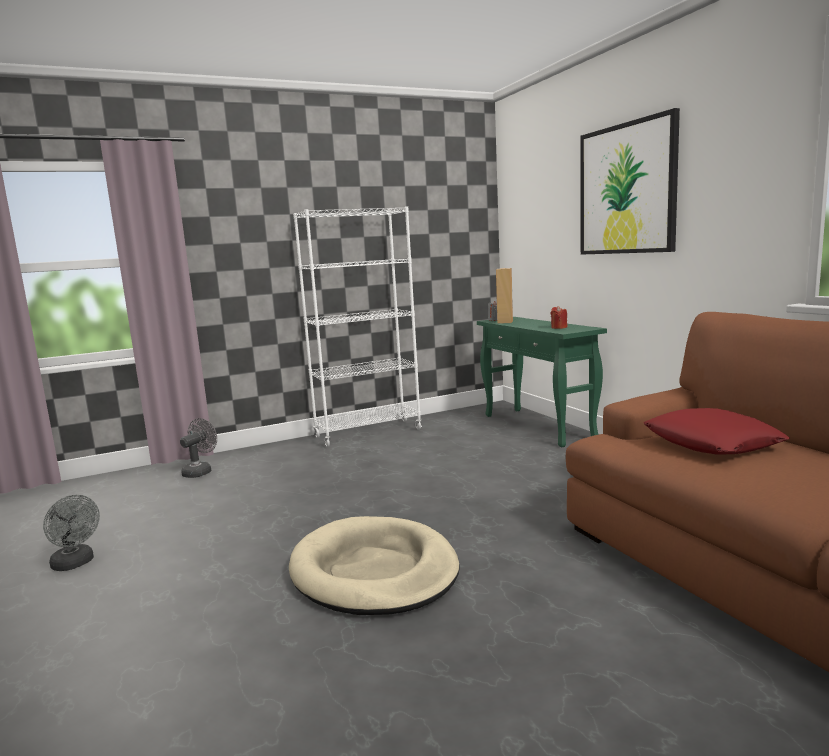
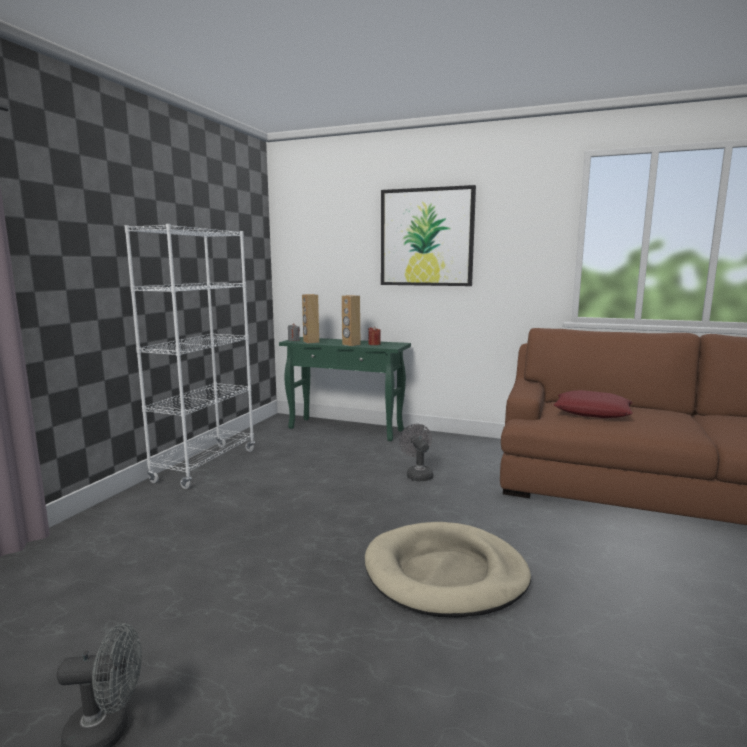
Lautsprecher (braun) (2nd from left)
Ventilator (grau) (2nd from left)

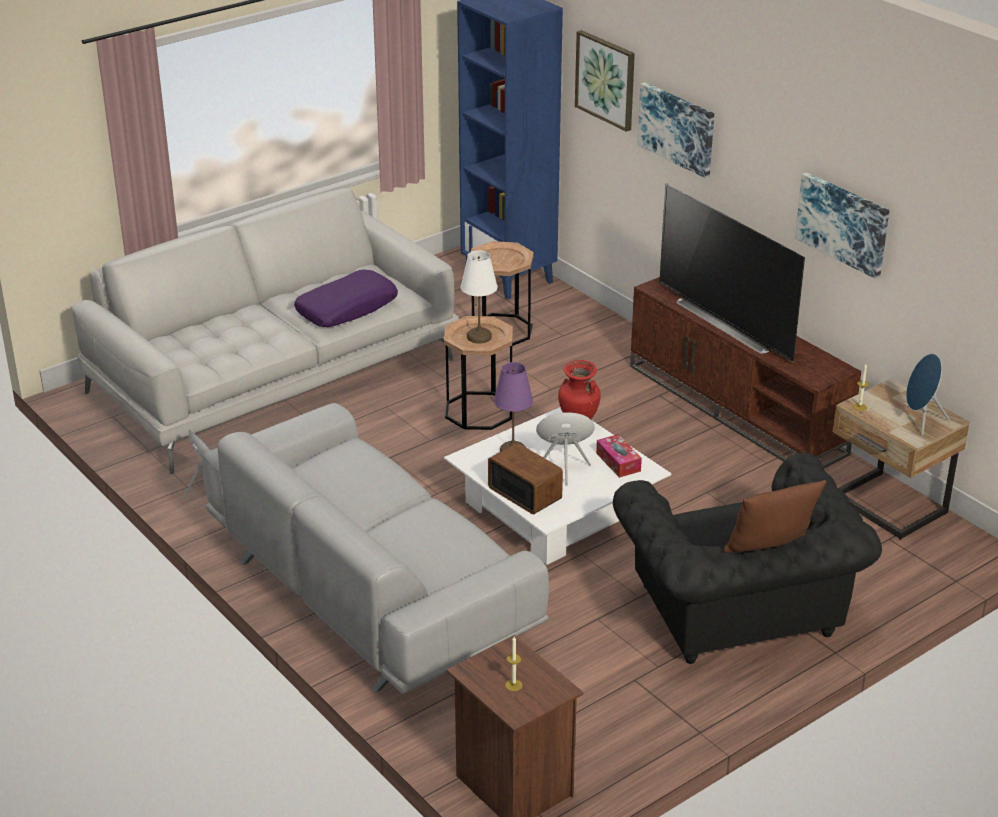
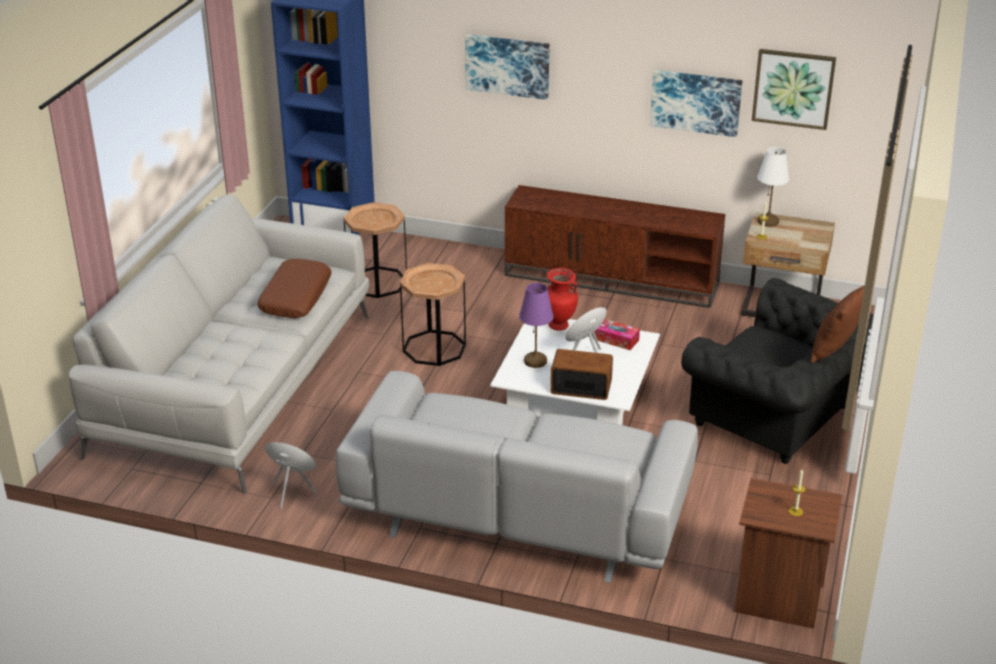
Fernseher
Lautsprecher (blau) (2nd from left in the first image)
Tischlampe (weiß)
Bild (3rd from left)
Kissen (braun) (1st from left)

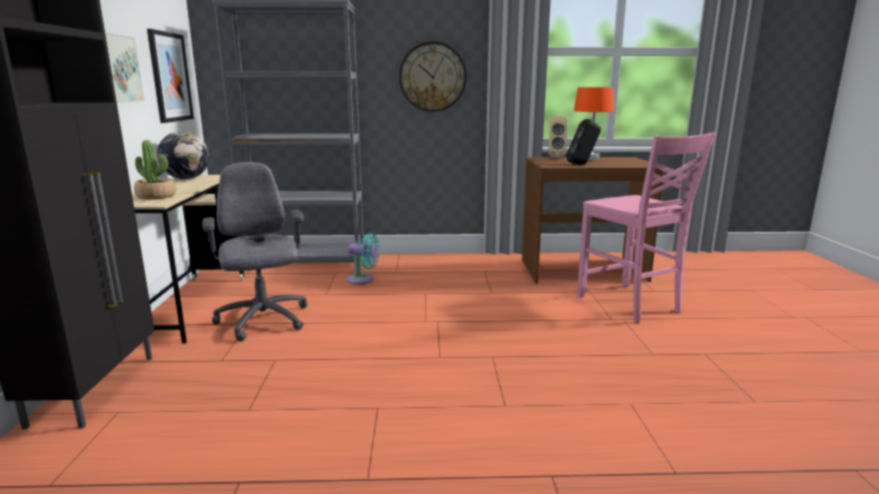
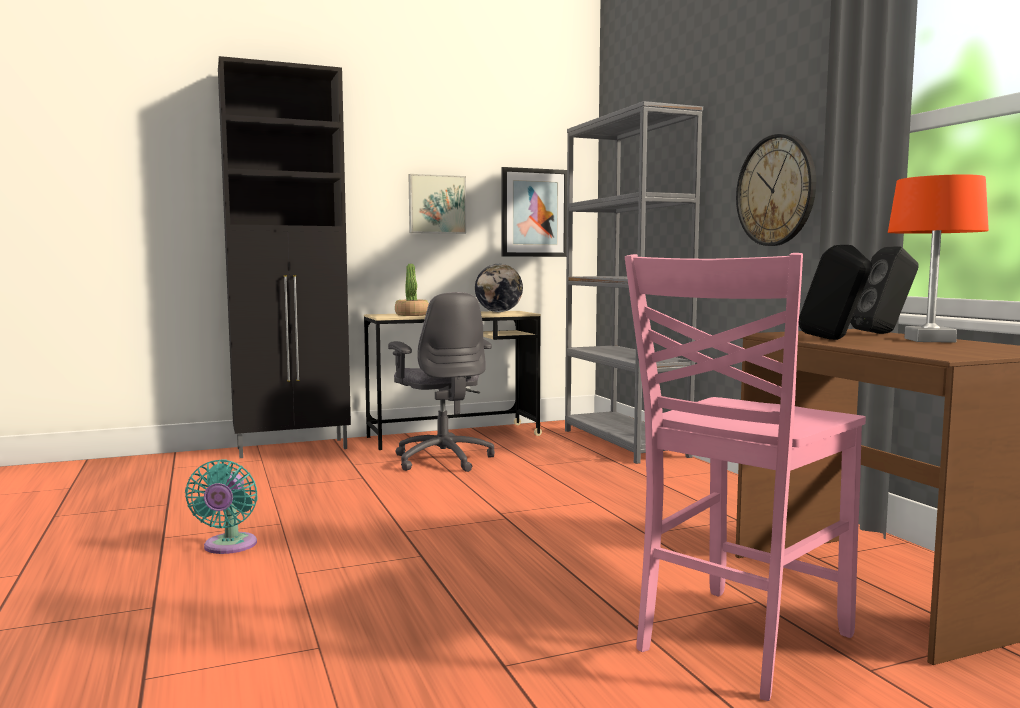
Ventilator (türkis)
Lautsprecher (schwarz) (2nd from left)
Bürostuhl (grau)

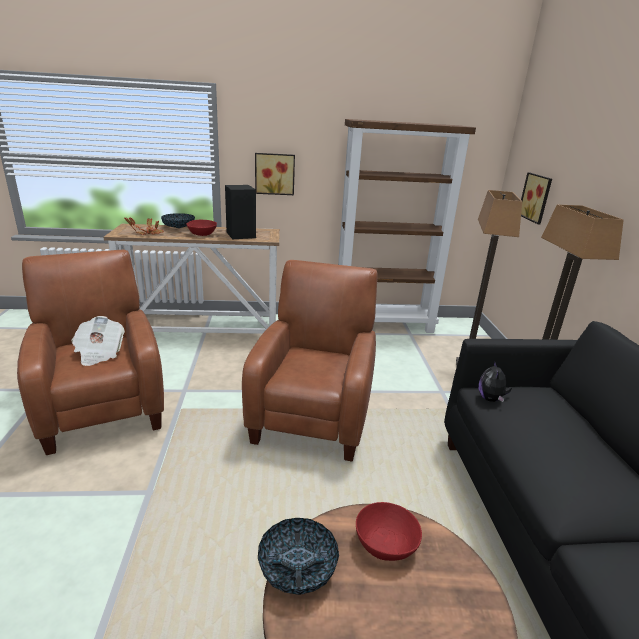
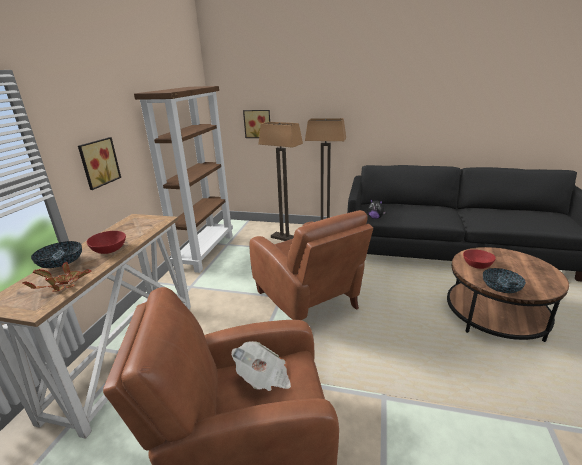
Lautsprecher (schwarz)
Sessel (braun) (2nd from left)

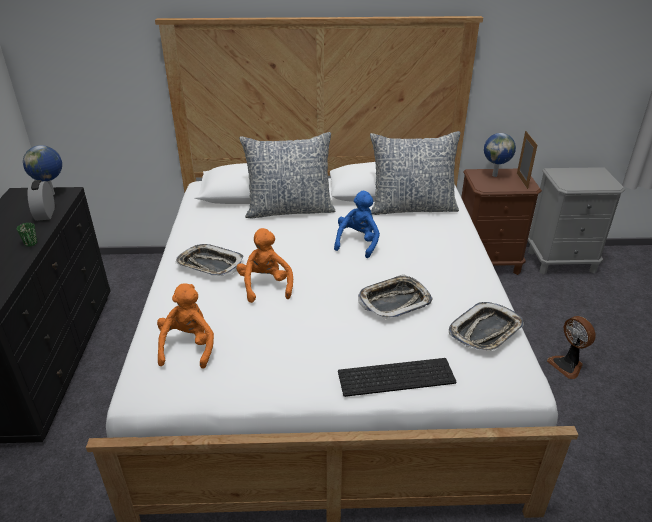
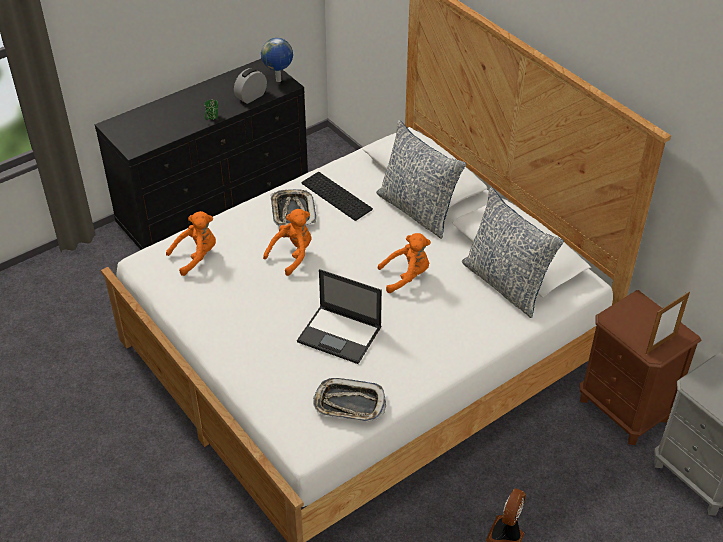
Globus (2nd from left in the first image)
Tastatur
Laptop
Plüschtier (orange) (3rd from left)

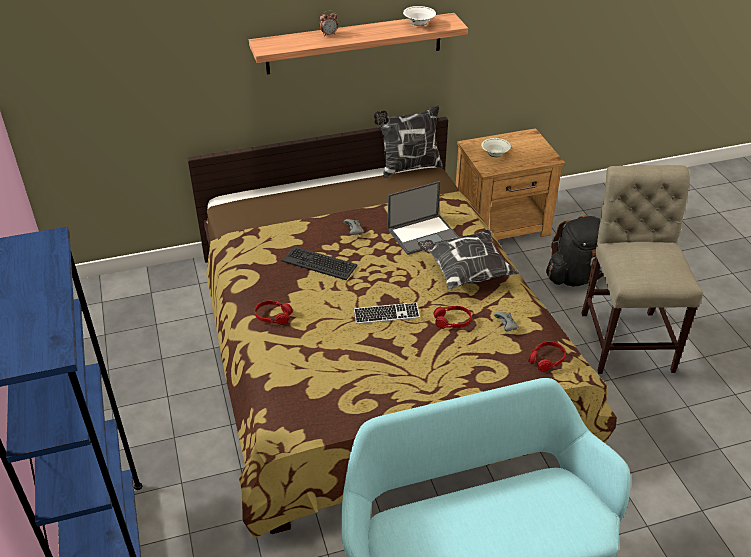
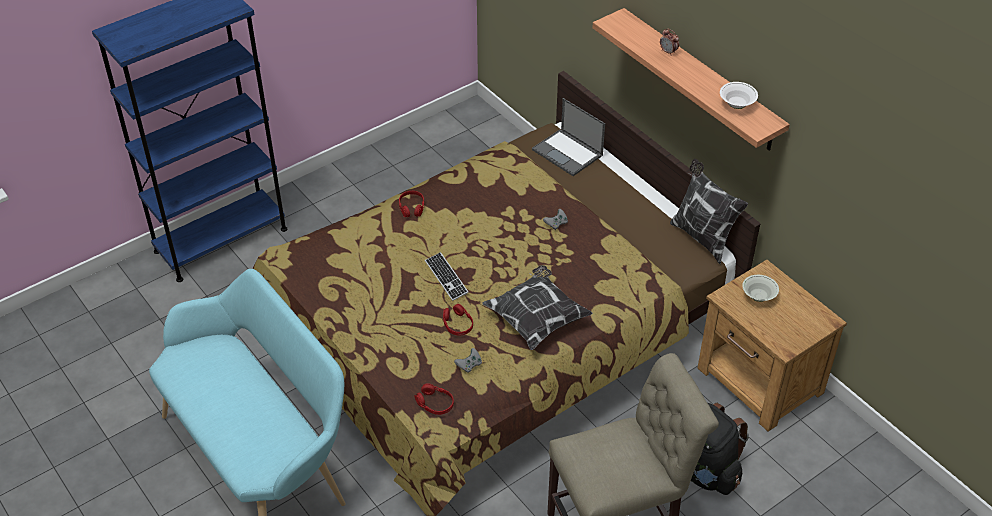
Tastatur (1st from left in the first image)
Laptop

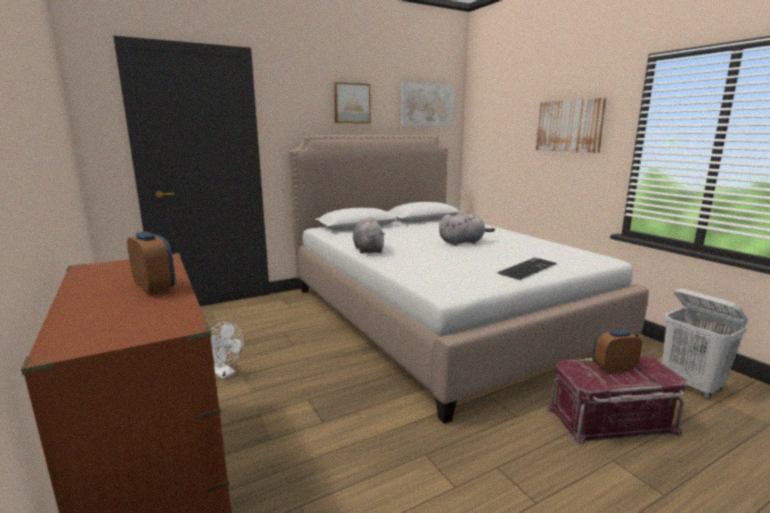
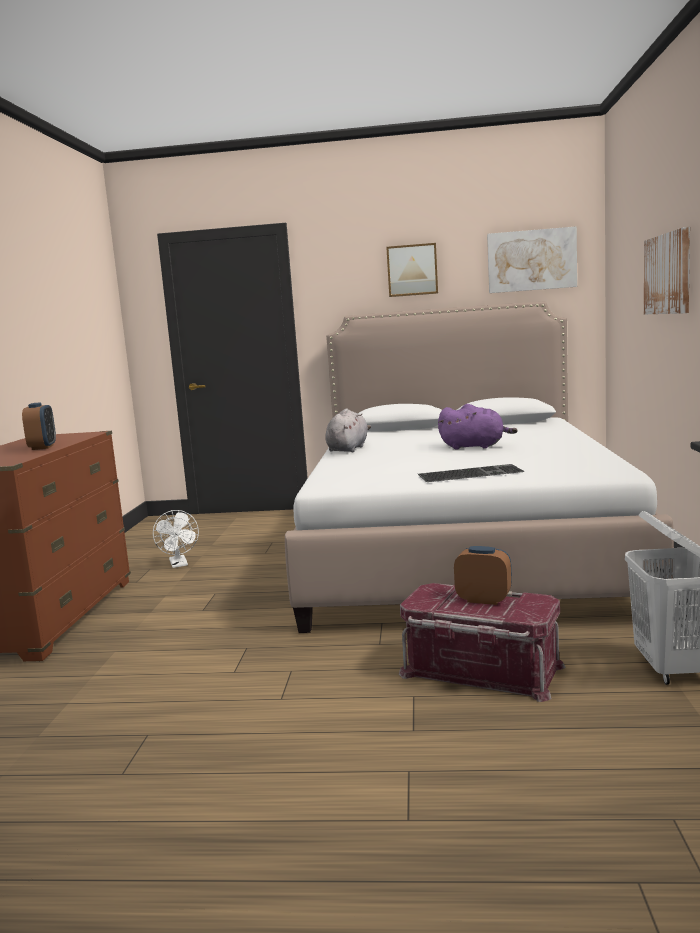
Plüschtier (lila)

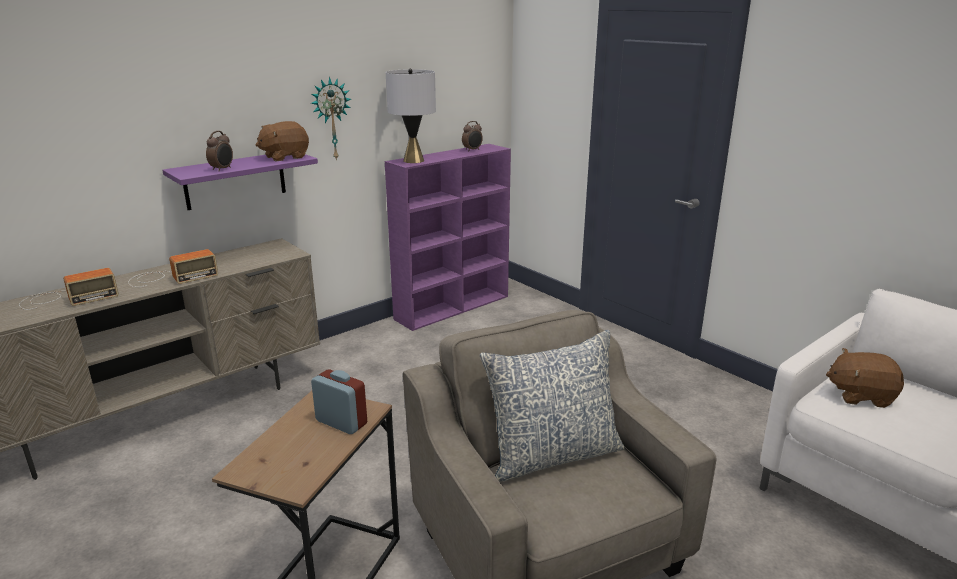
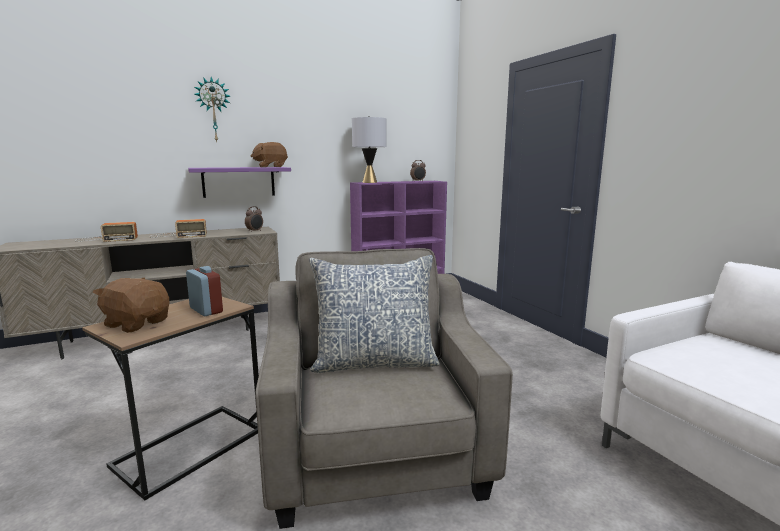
Wecker (2nd from left)
Wanduhr
Plüschtier (braun) (1st from left)

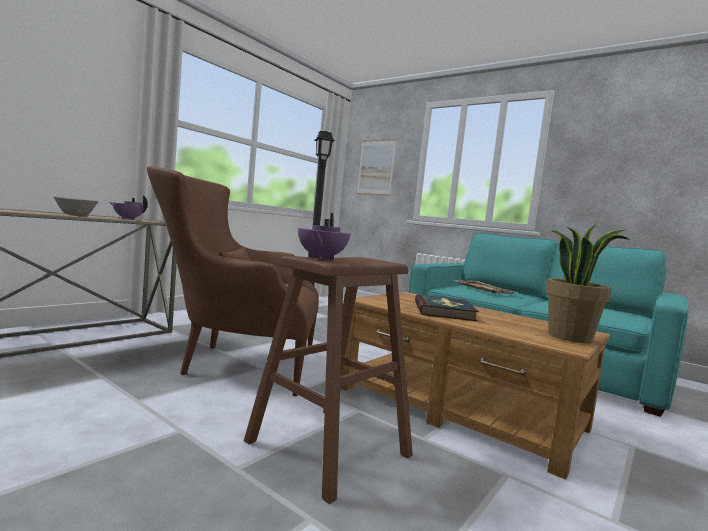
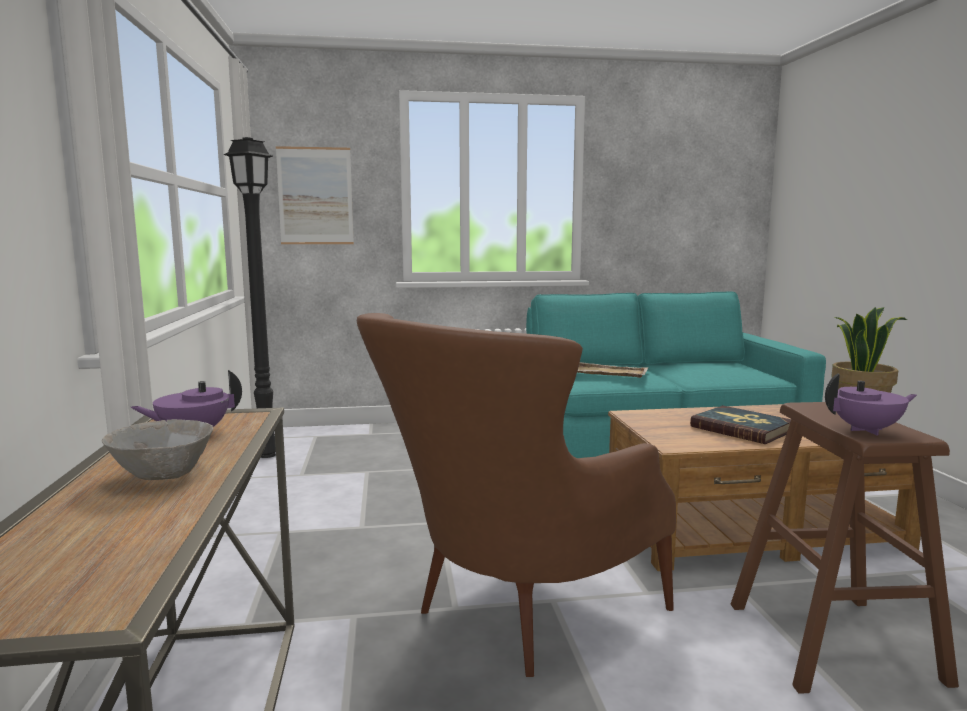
Teekanne (lila) (2nd from left)

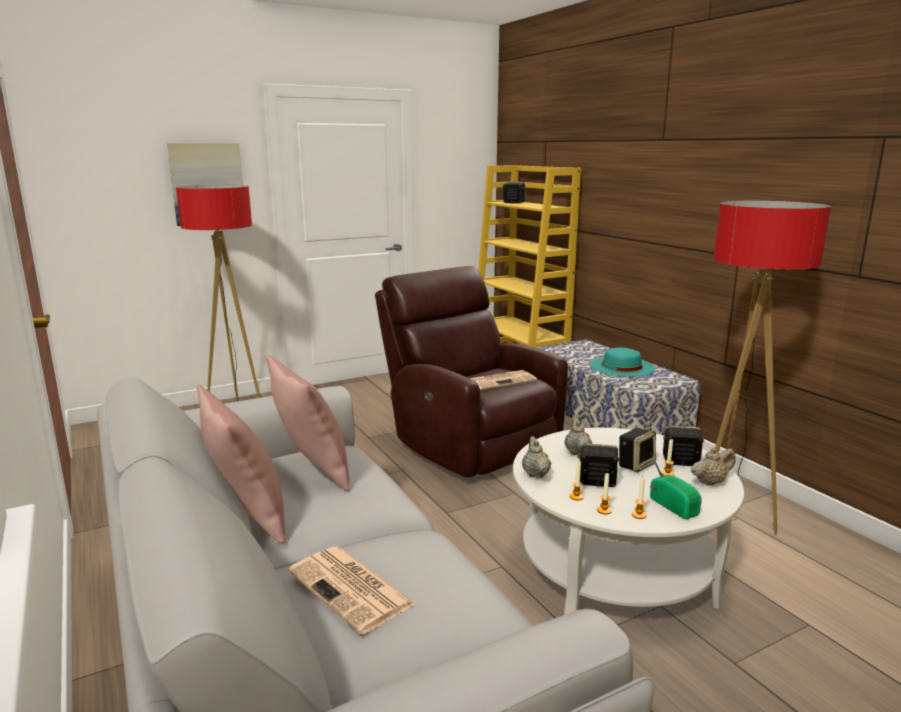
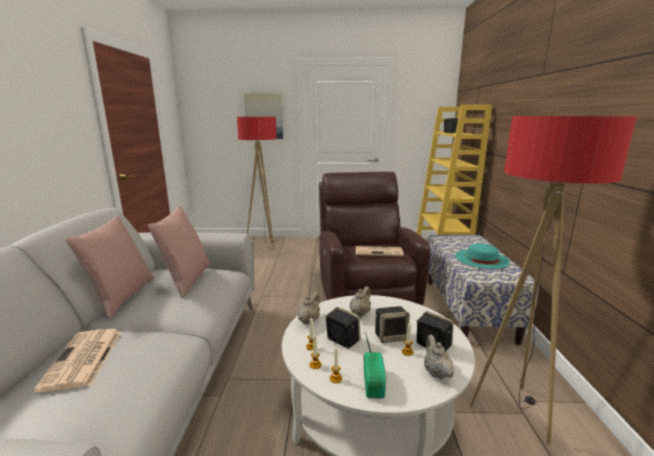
Teekanne (beige) (3rd from left)

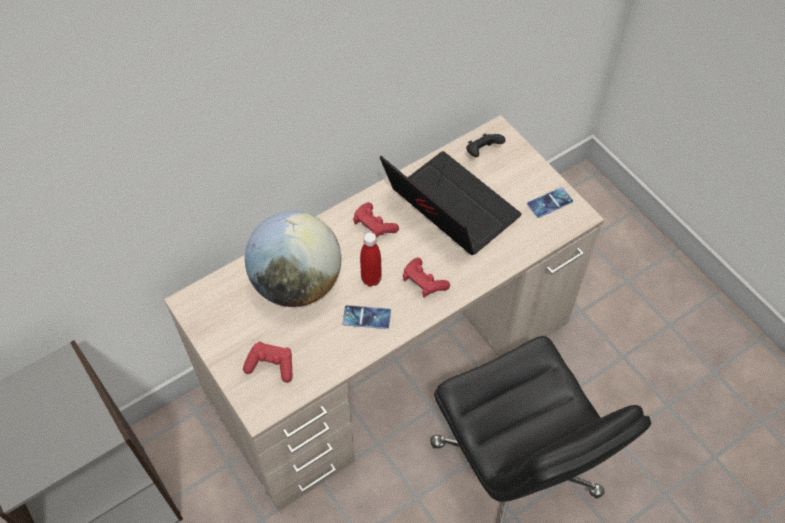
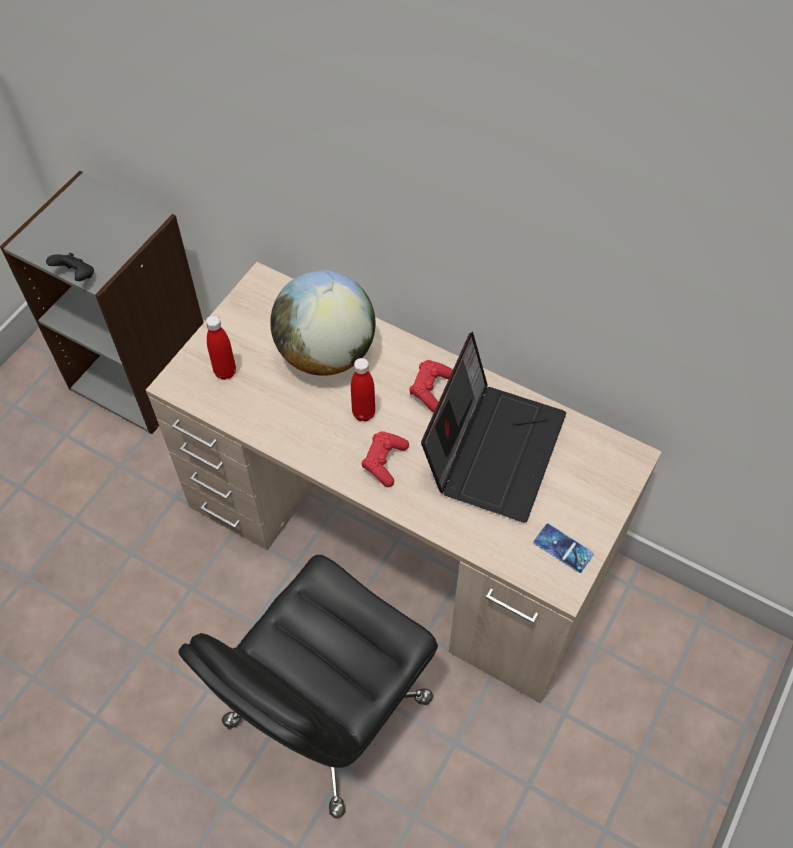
Handy (1st from left in the first image)
Gamepad (schwarz)
Flasche (rot) (1st from left)

